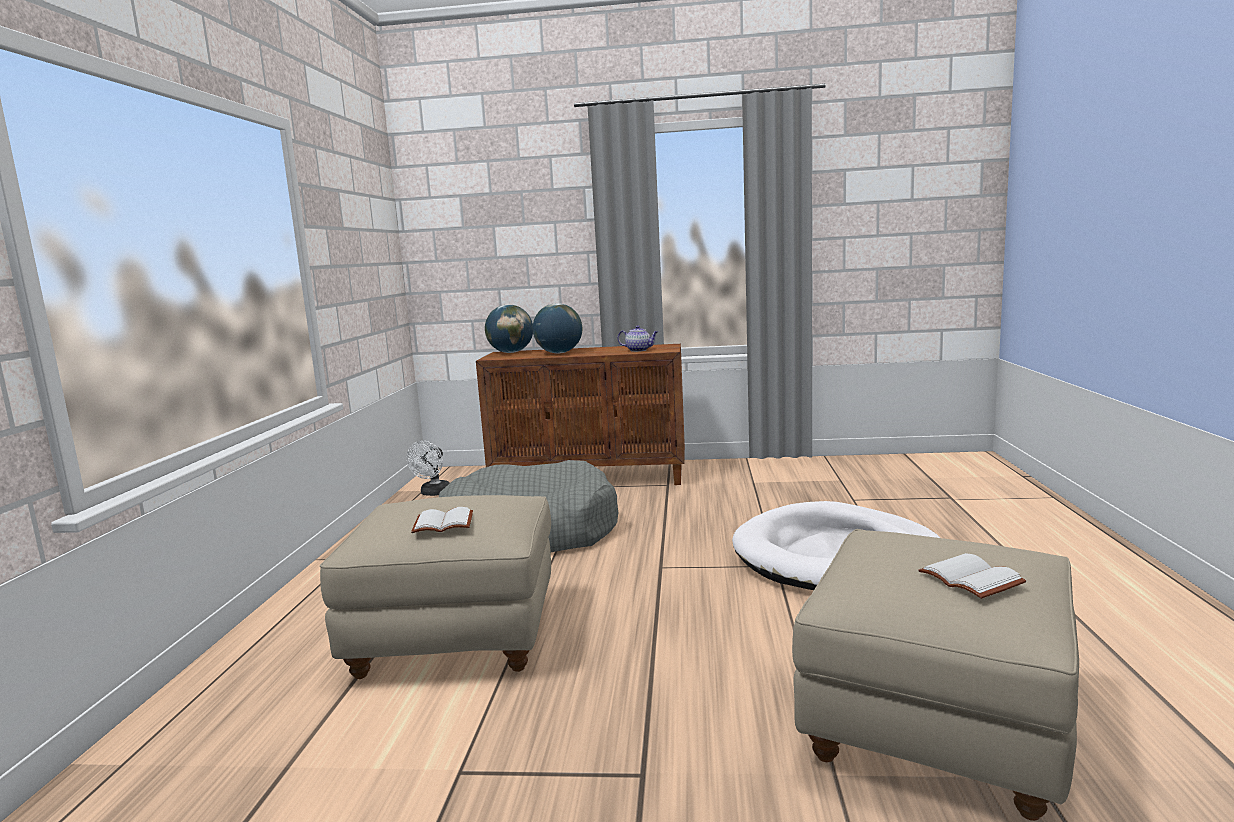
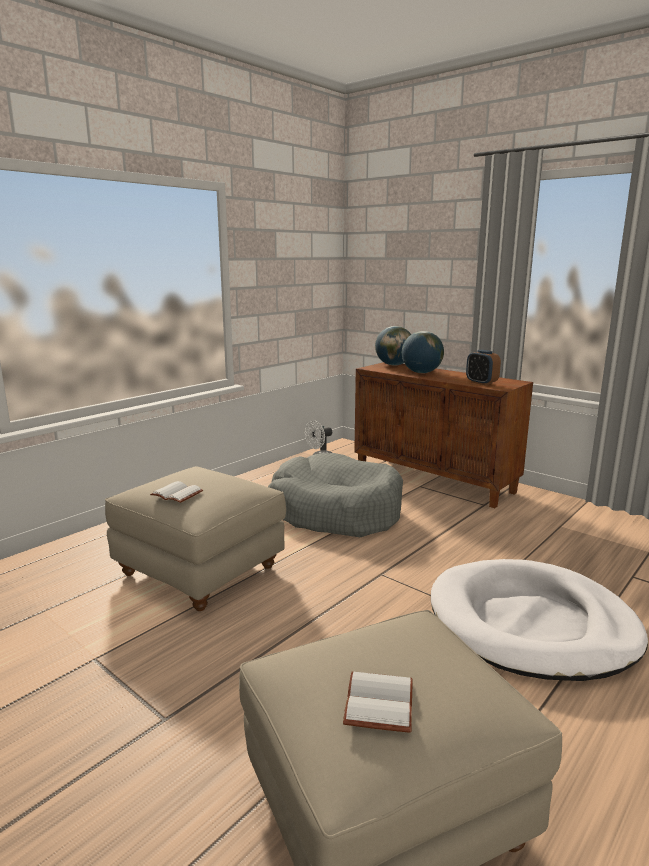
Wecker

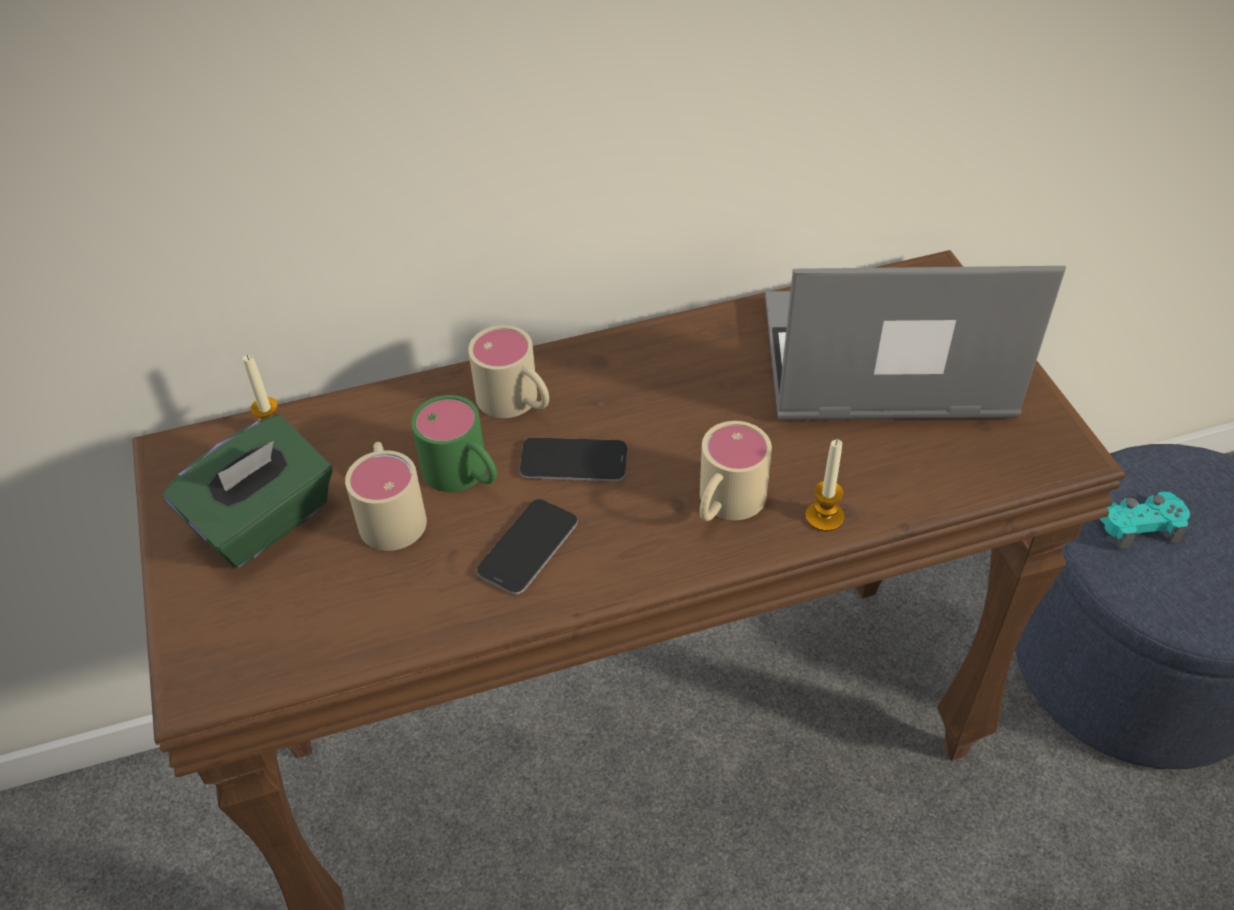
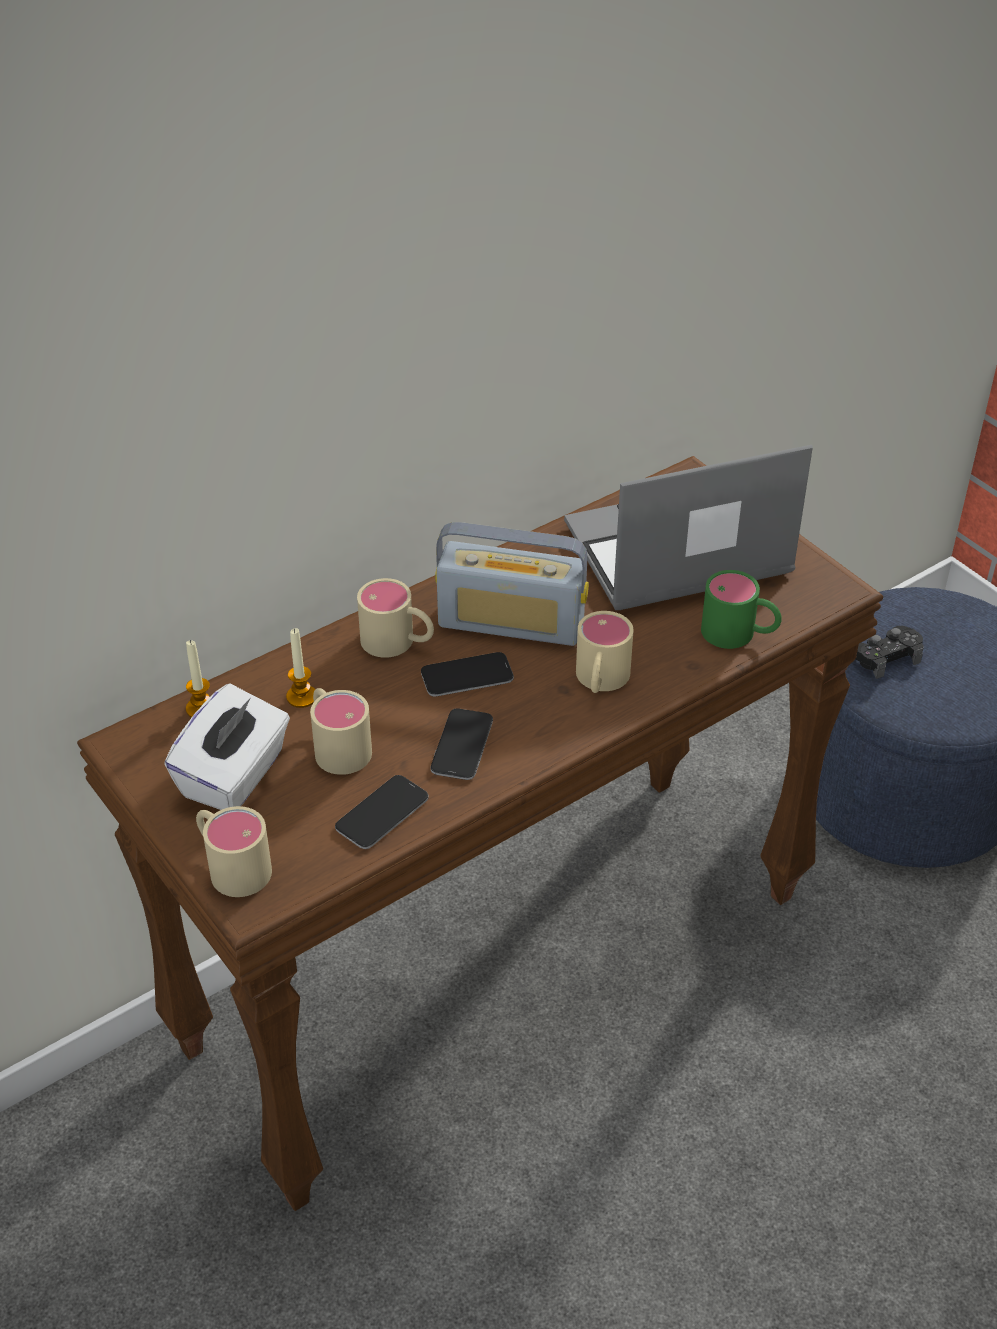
Henkelbecher (beige) (1st from left)
Handy (1st from left)
Radio
Henkelbecher (grün)
Kerze (2nd from left)
Taschentuchbox (weiß)
Gamepad (schwarz)

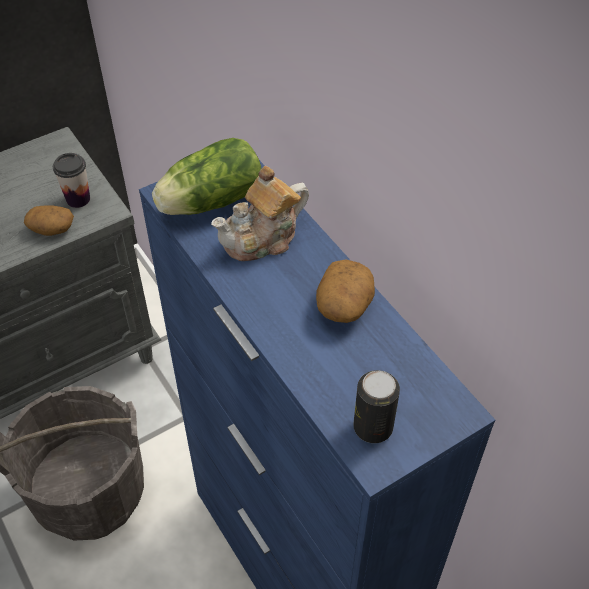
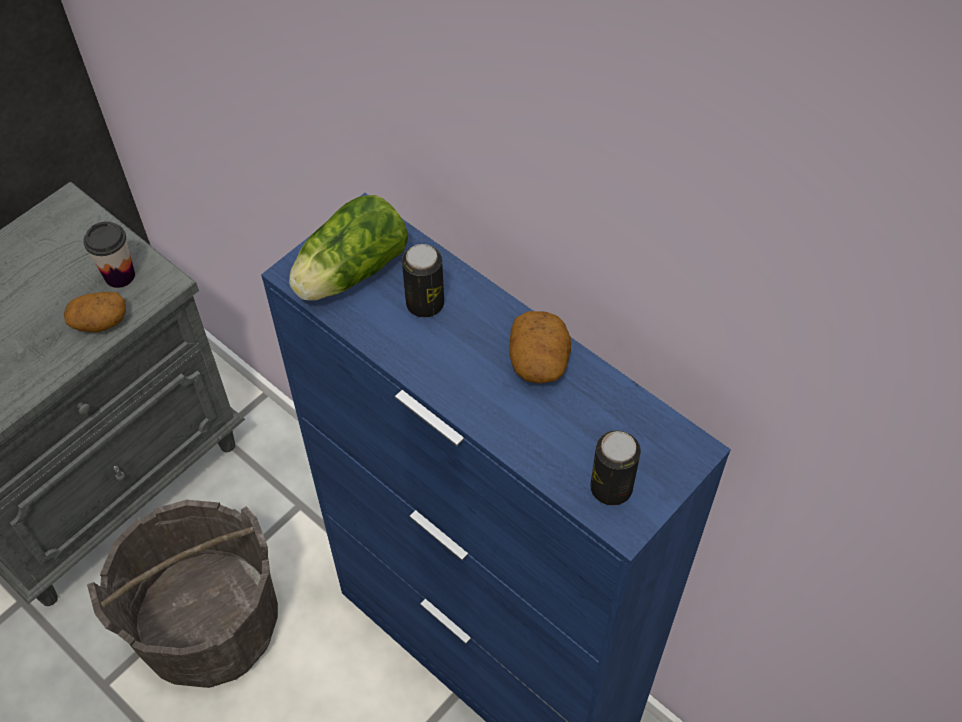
Dose (1st from left)

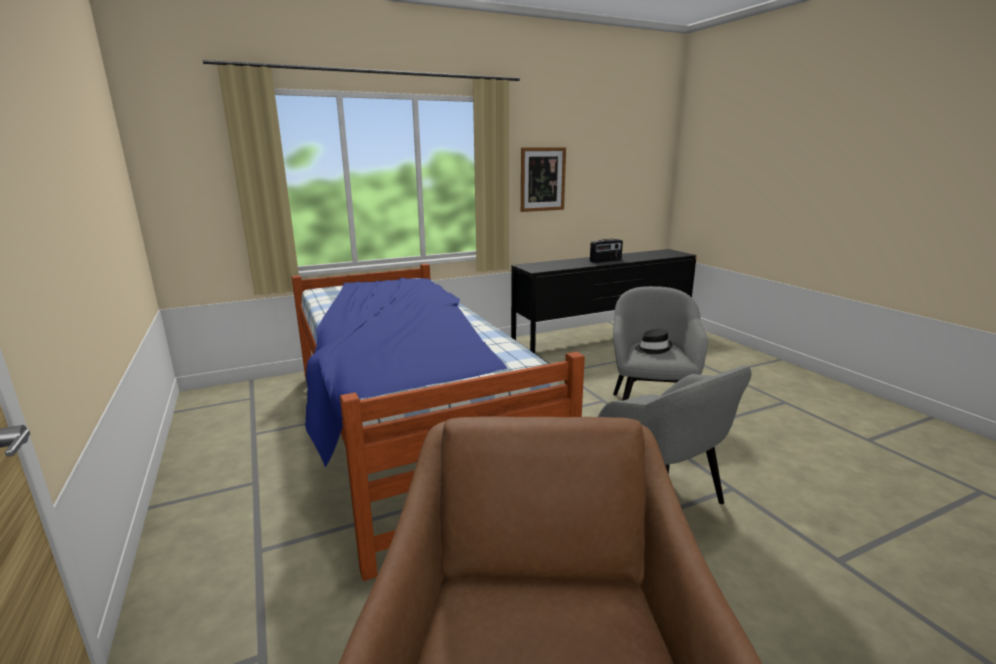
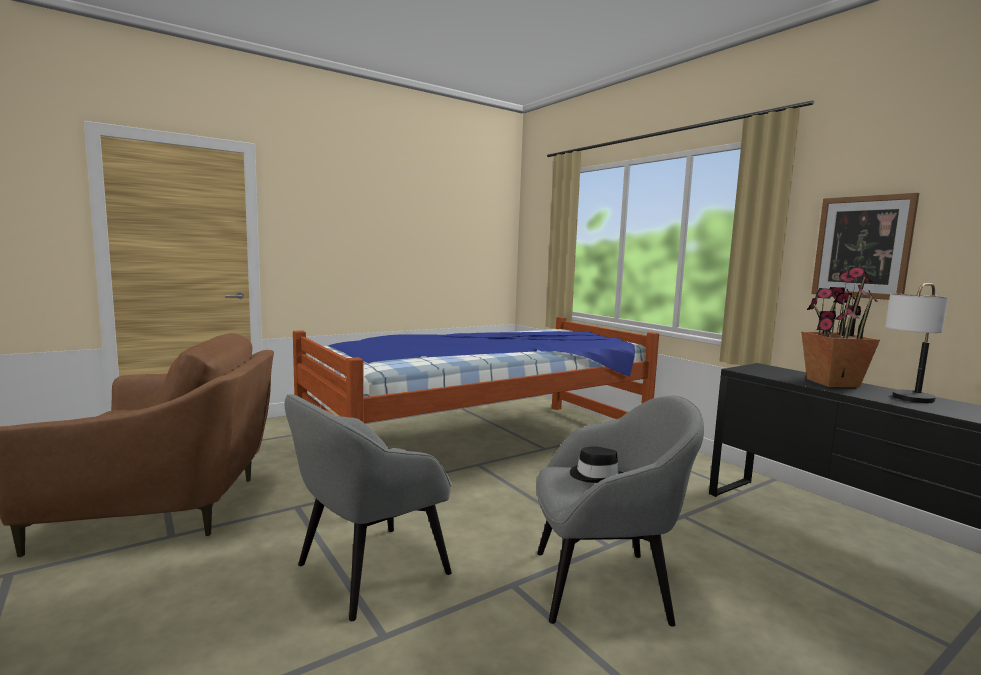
Topfpflanze
Tischlampe

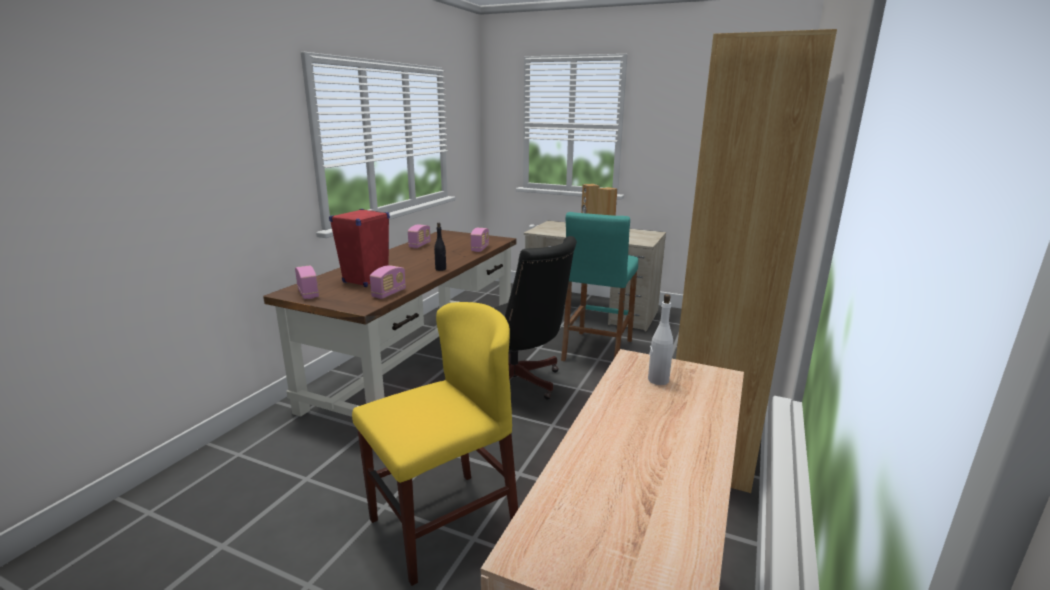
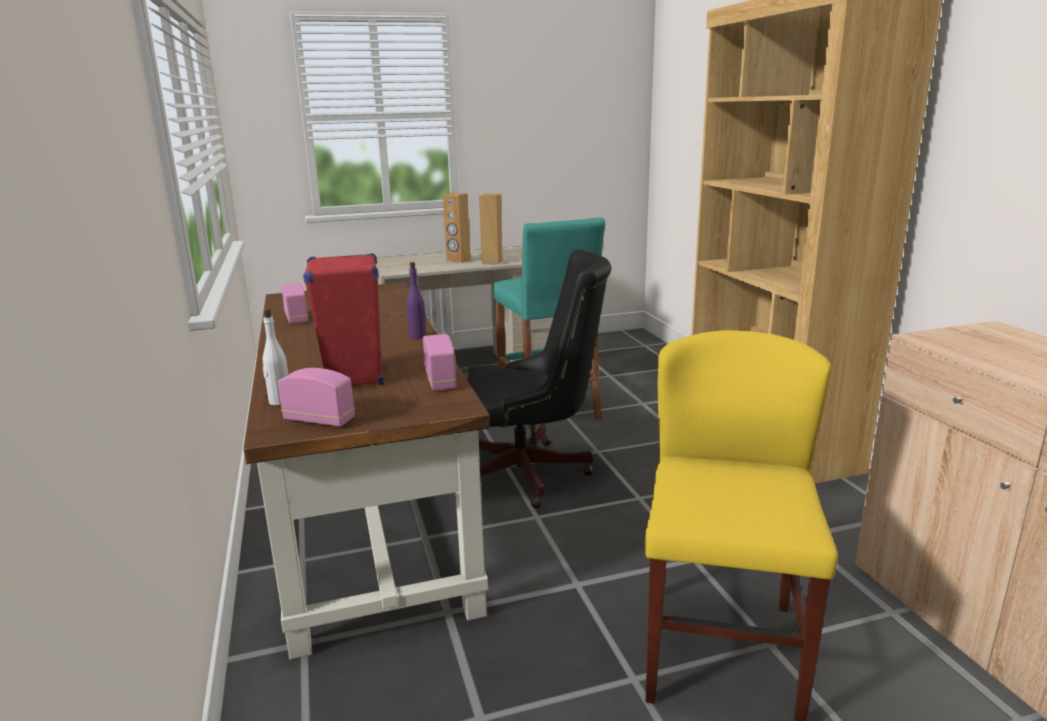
Radio (4th from left in the first image)
Flasche (weiß)
Flasche (lila)

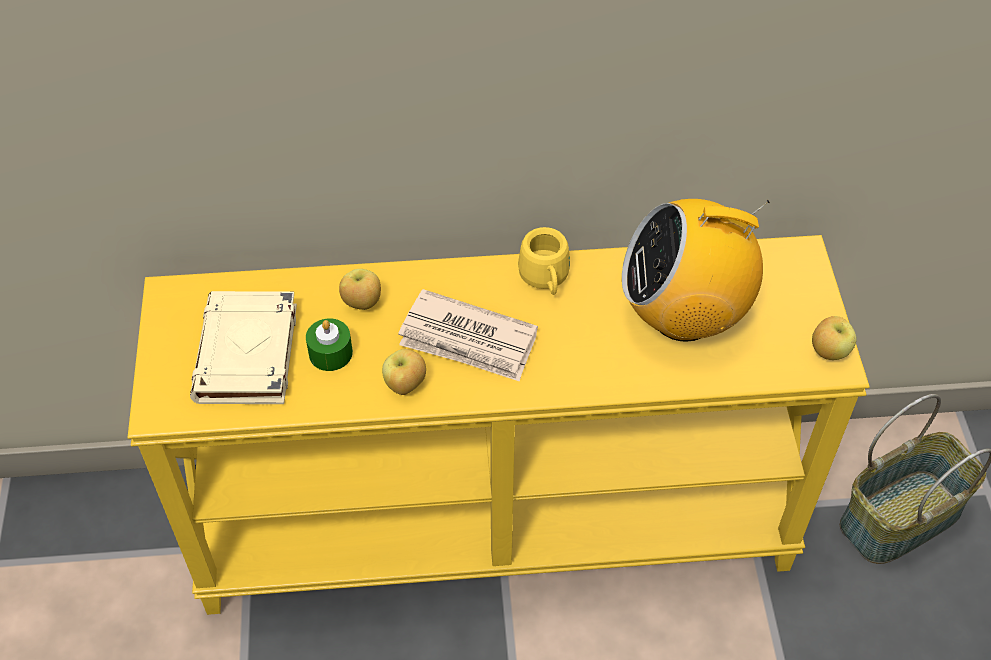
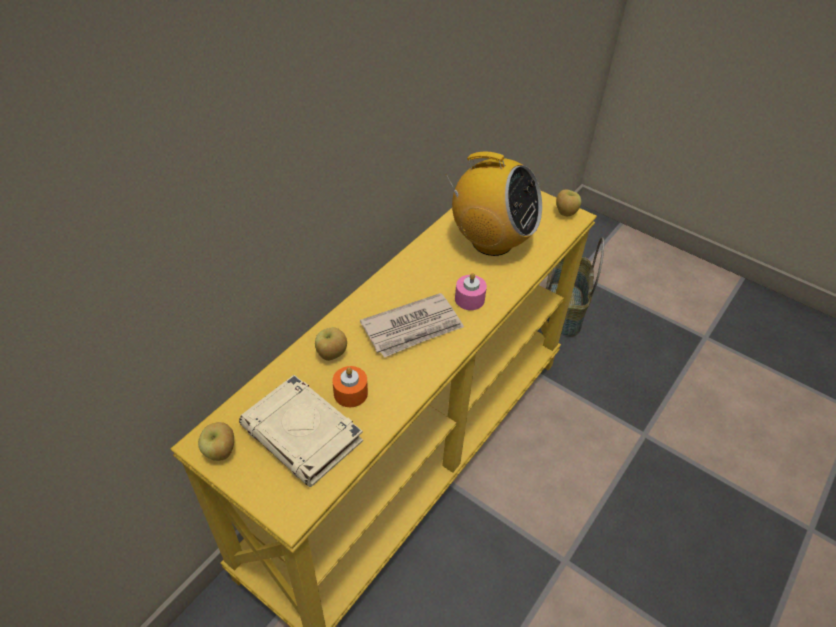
Henkelbecher (gelb)
Kerze (rosa)
Apfel (1st from left)
Kerze (orange)
Radio

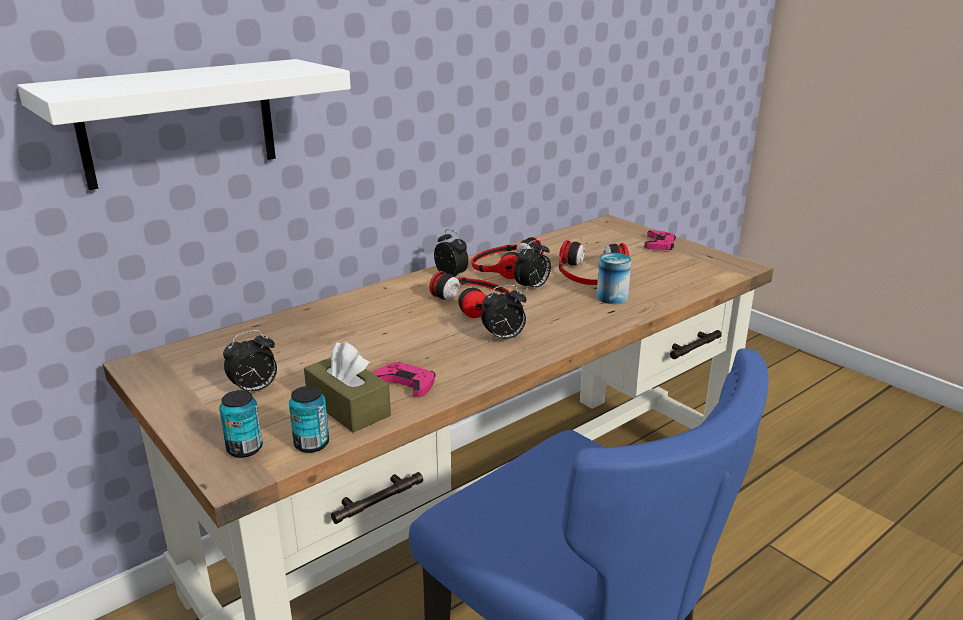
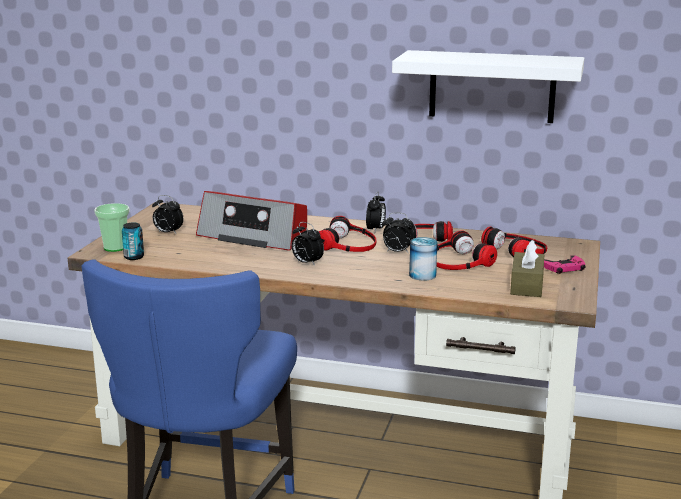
Gamepad (rosa) (1st from left in the first image)
Radio
Kopfhörer (4th from left)
Wandregal (weiß)
Taschentuchbox (braun)
Tasse

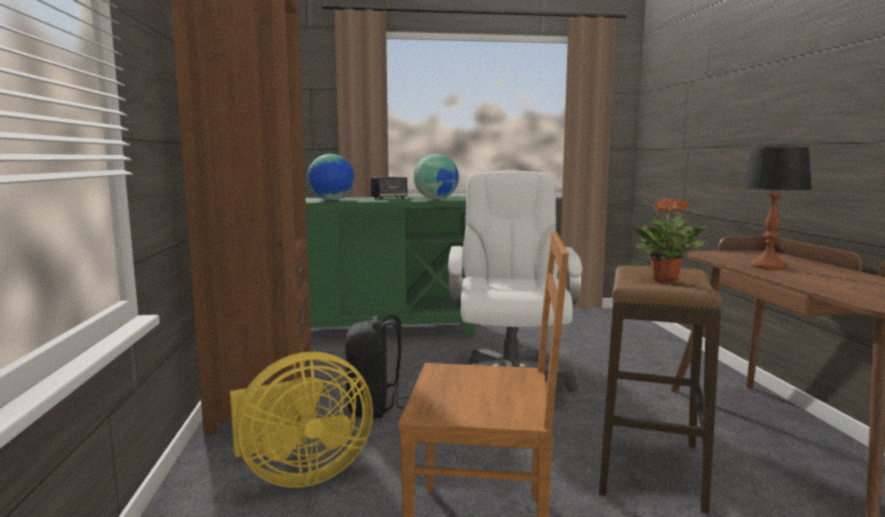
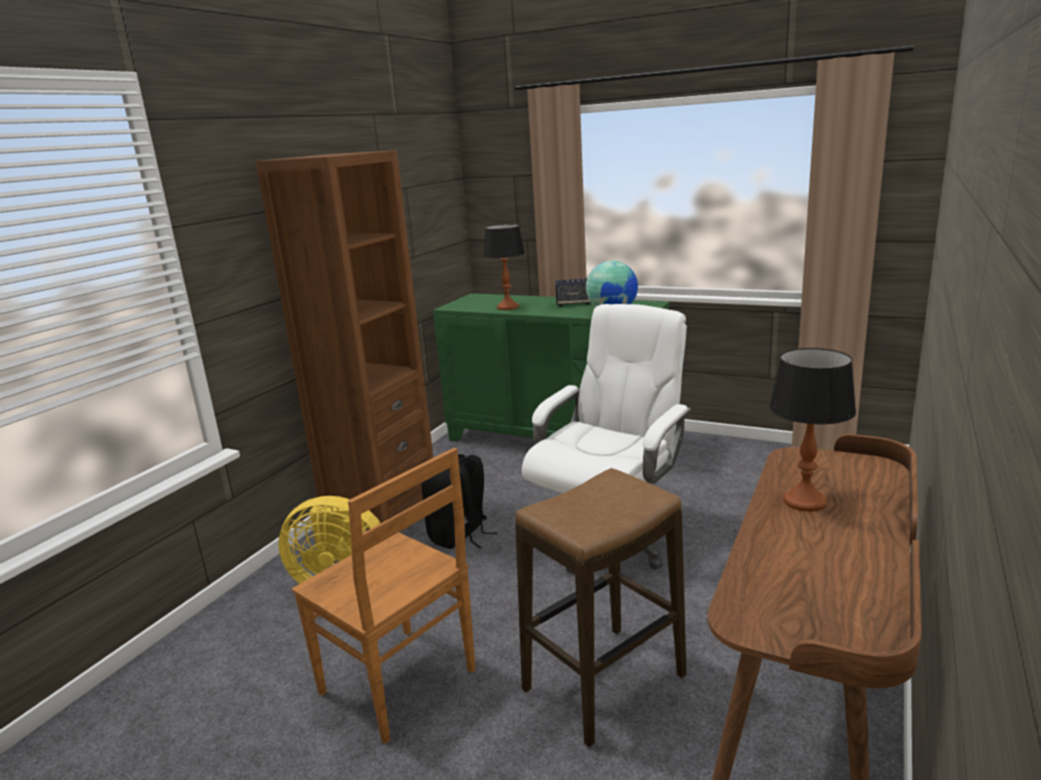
Topfpflanze
Tischlampe (1st from left)

